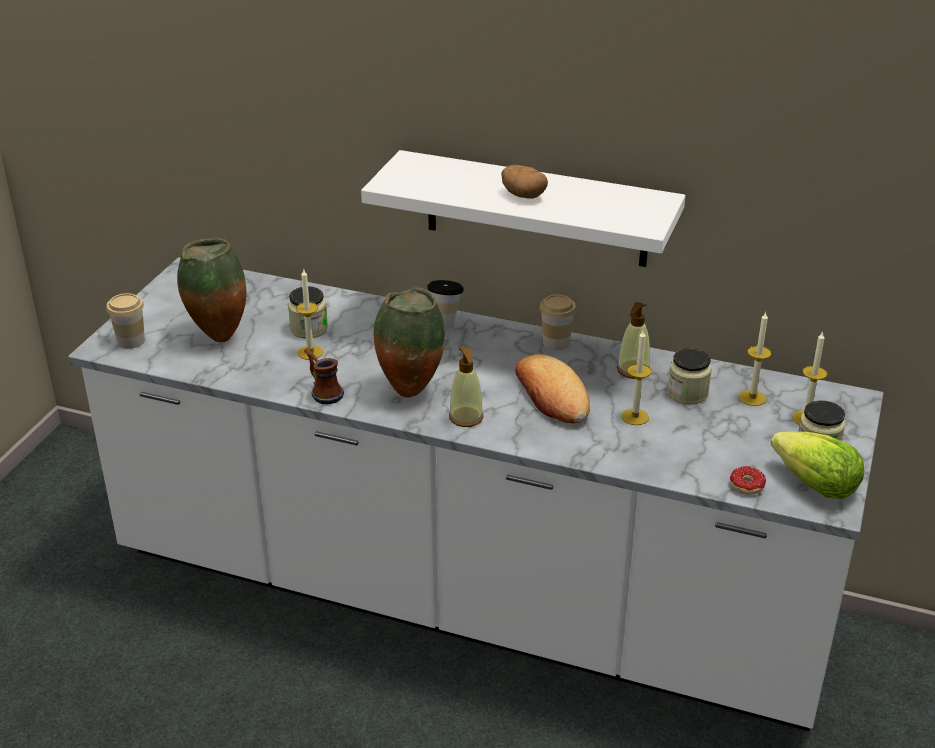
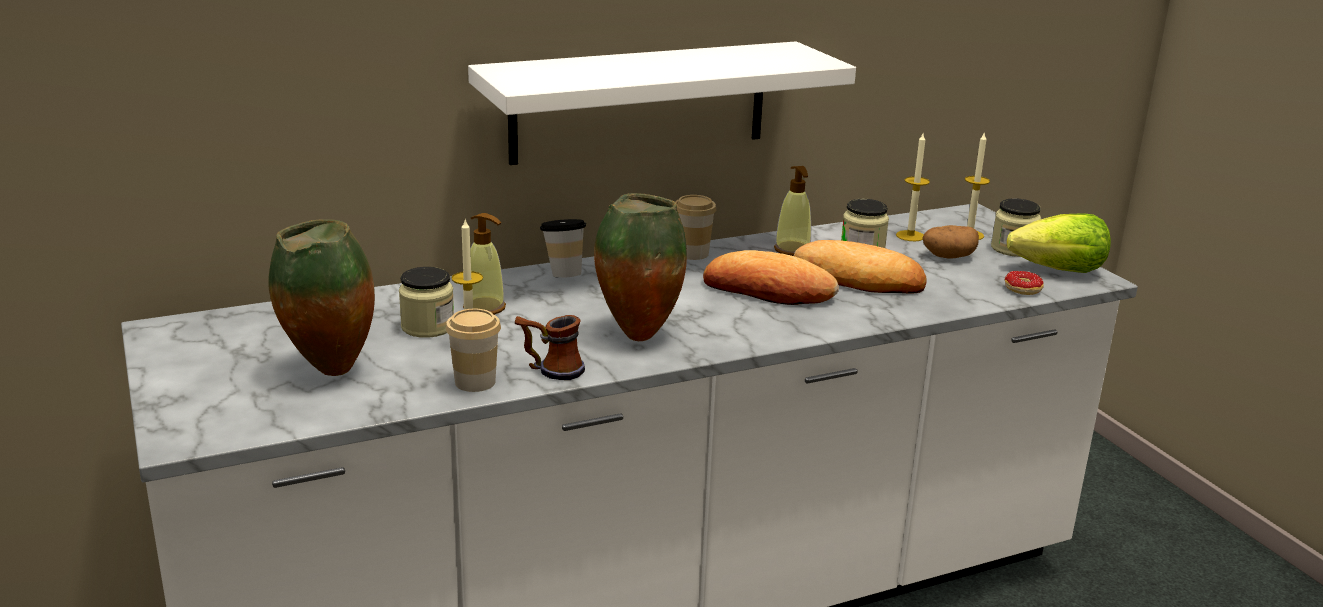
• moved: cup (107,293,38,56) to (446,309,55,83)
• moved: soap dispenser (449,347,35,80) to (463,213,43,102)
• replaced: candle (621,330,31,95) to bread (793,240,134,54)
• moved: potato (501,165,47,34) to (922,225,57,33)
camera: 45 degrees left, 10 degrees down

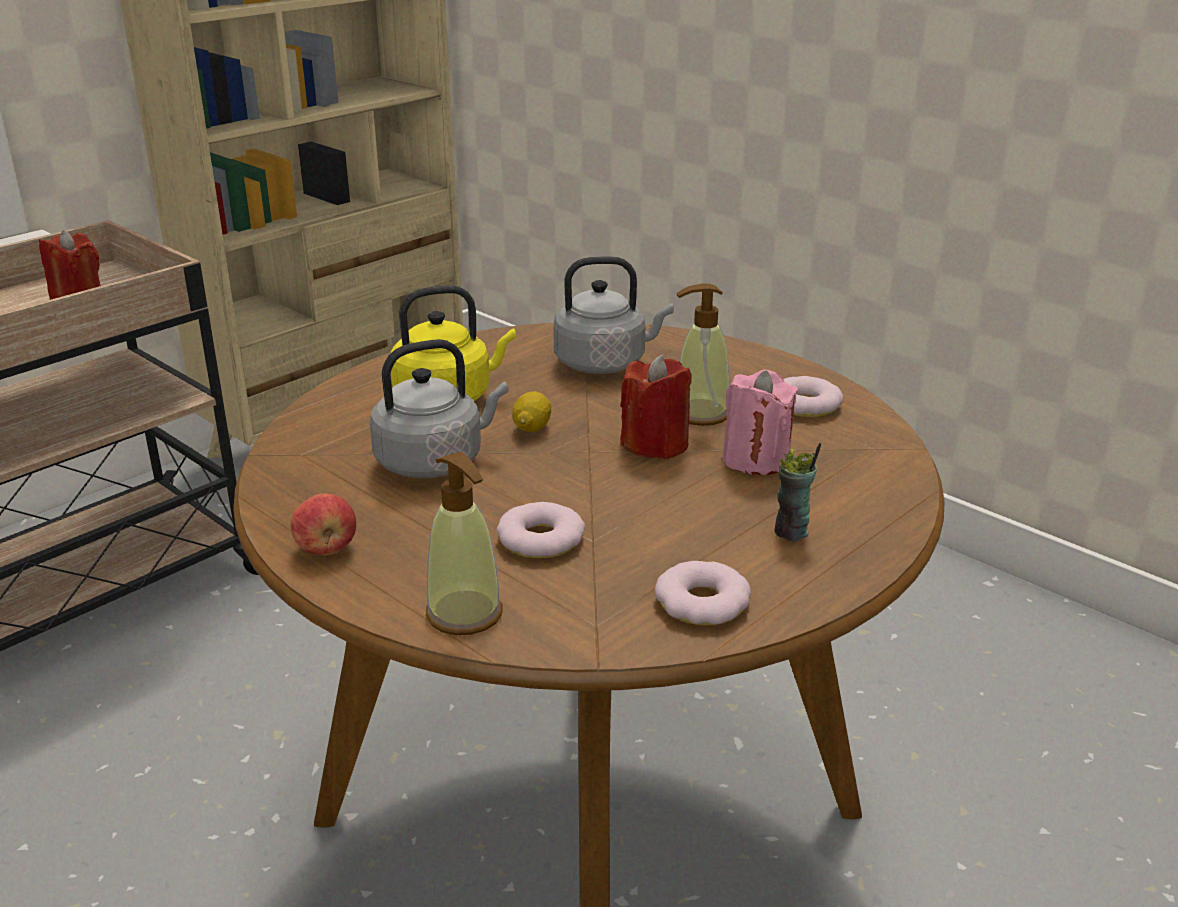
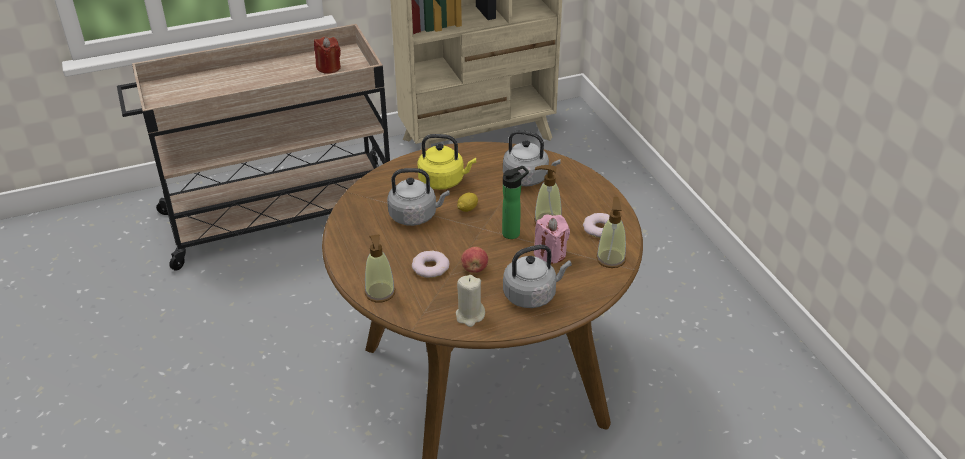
• replaced: donut (655,561,96,64) to candle in beige (456,275,29,52)
• moved: apple (290,494,66,61) to (461,247,27,26)
• replaced: candle in red (620,355,71,104) to bottle (502,166,27,73)
• replaced: cup (775,442,46,99) to kettle in grey (503,245,69,63)
• added: soap dispenser (596,197,30,71)
camera: 25 degrees right, 10 degrees up

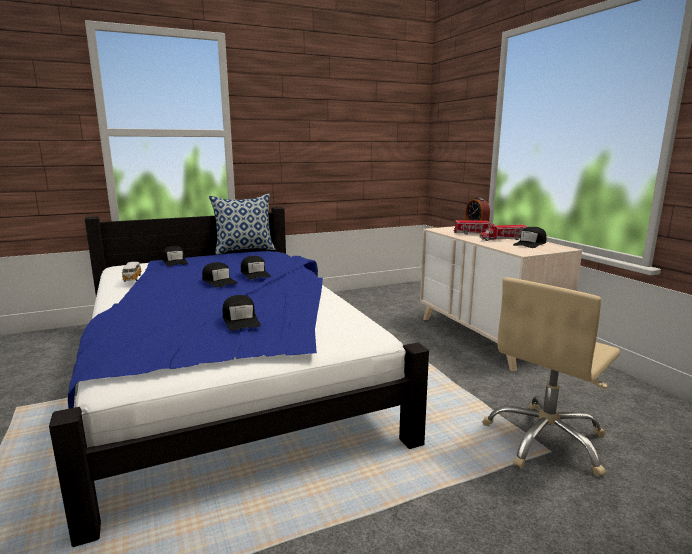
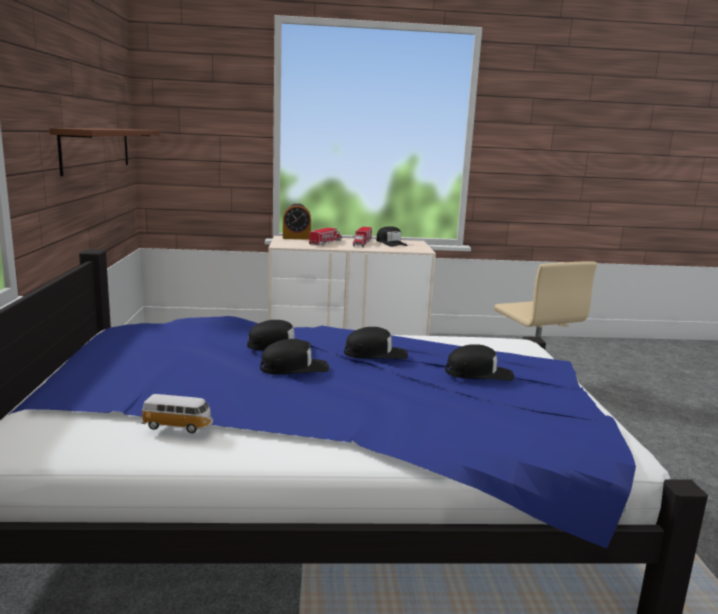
• added: shelf in brown (49,128,111,48)
• moved: cap in black (162,246,26,20) to (344,327,64,32)
• removed: pillow (209,193,67,62)
camera: 70 degrees left, 0 degrees up

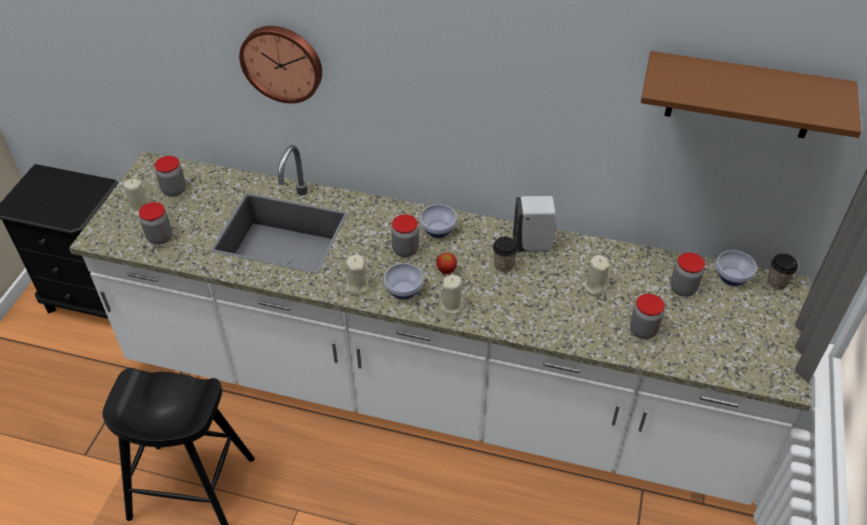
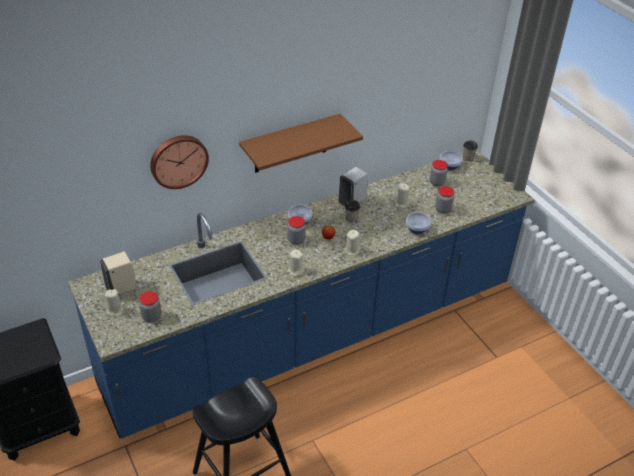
• recoloured: counter in white (69,145,742,360) to counter in blue (68,150,467,289)
• replaced: jar (155,156,31,41) to soap dispenser in beige (100,251,36,44)
• moved: shelf in brown (641,51,220,87) to (239,114,124,59)
• moved: bowl (384,263,40,37) to (406,212,25,22)
camera: 45 degrees left, 5 degrees down

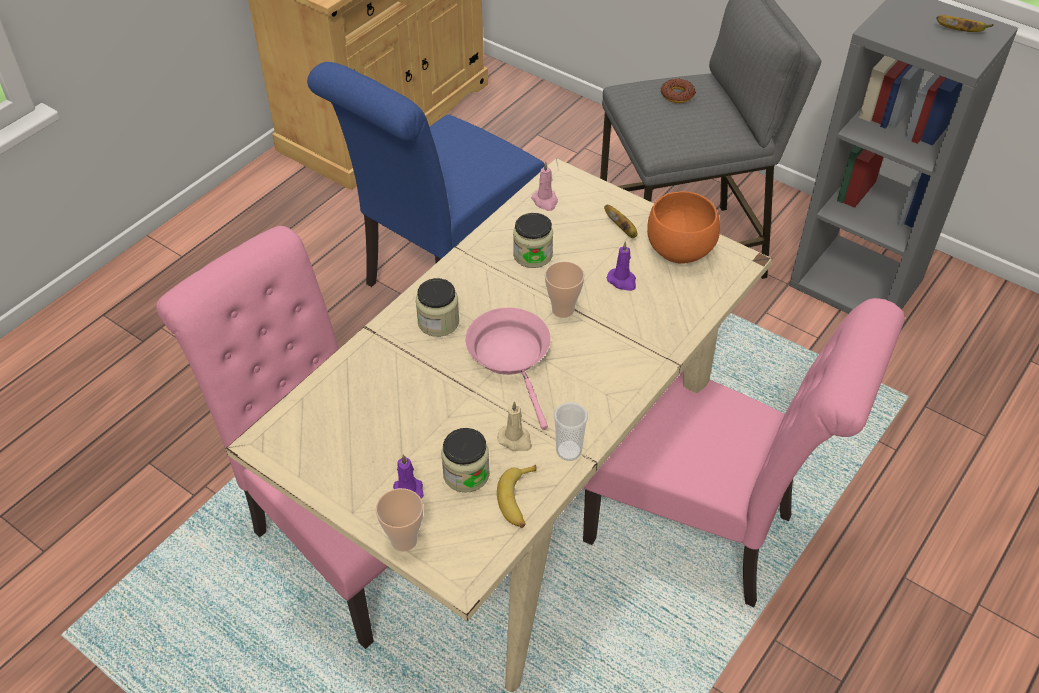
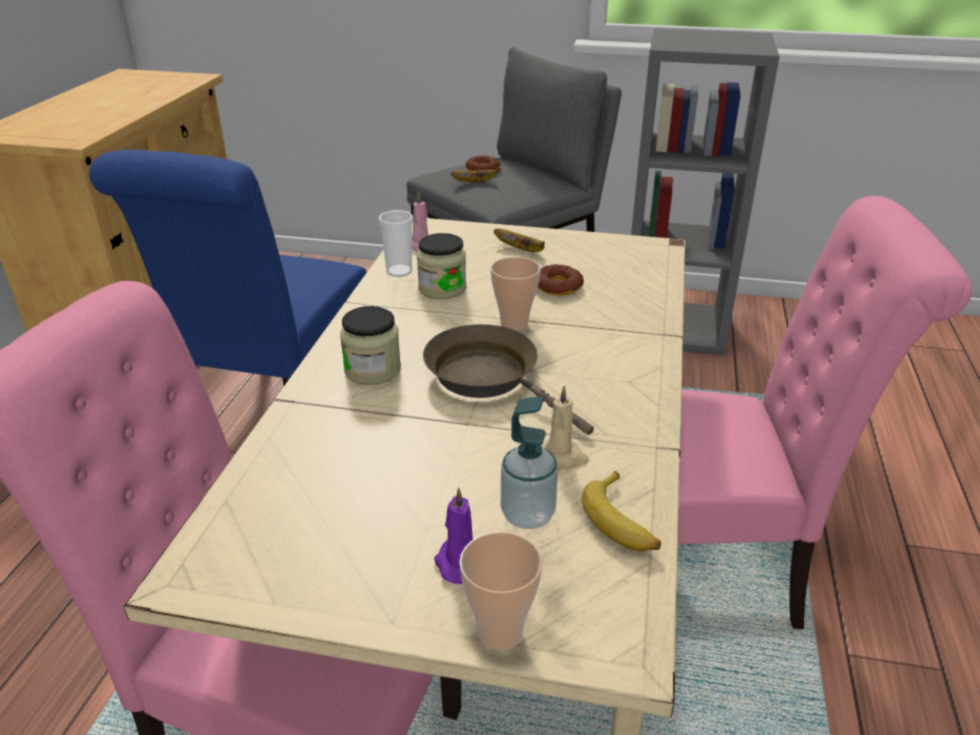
• moved: cup (554,402,34,59) to (379,210,34,67)
• recoloured: frying pan in pink (465,308,86,122) to frying pan in brown (423,324,171,111)
• moved: banana (936,15,58,17) to (451,168,50,14)
• replaced: jar (441,428,49,65) to soap dispenser (501,396,57,133)
• replaced: candle in purple (607,241,29,50) to donut (537,264,47,32)
• removed: bowl in orange (647,191,73,73)
camera: 25 degrees left, 15 degrees down

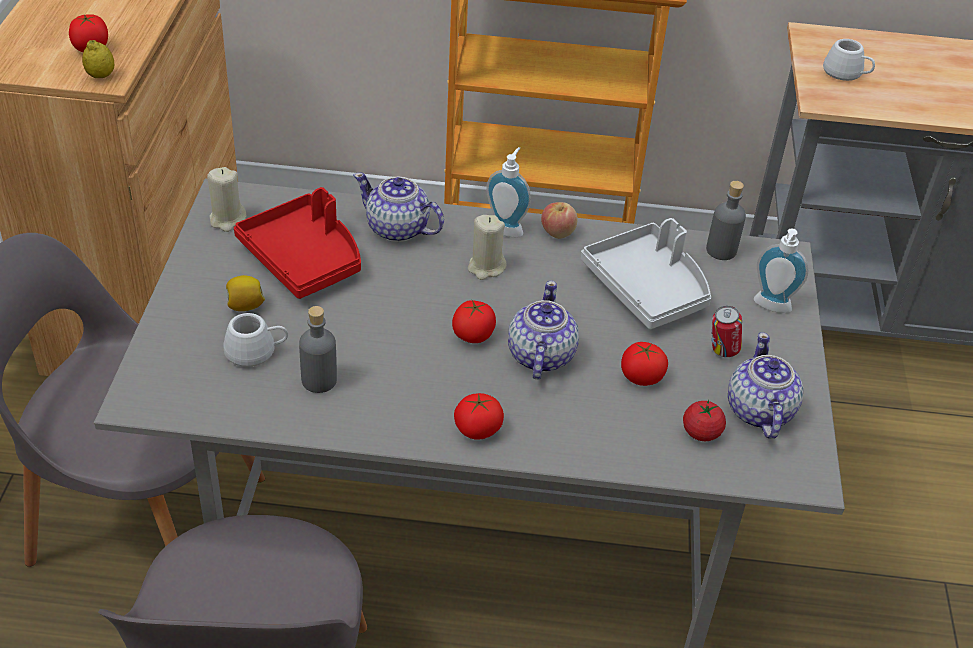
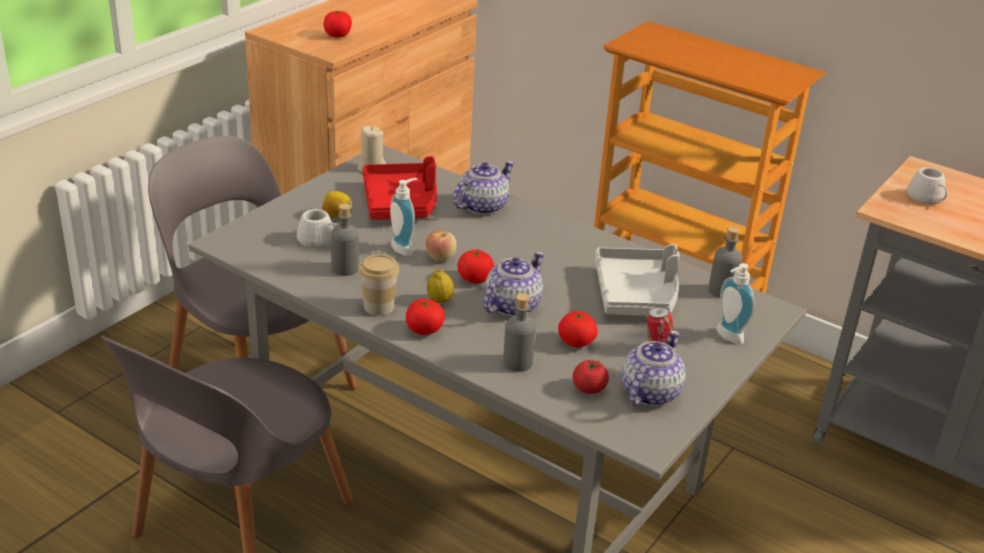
• added: cup (359,254,40,62)
• moved: soap dispenser (486,147,45,91) to (390,178,27,78)
• moved: apple (541,202,37,37) to (426,231,31,30)
• moved: lemon (82,40,32,38) to (427,269,27,34)
• turned: teapot (353,173,91,69) = (453,161,62,54) 75 degrees clockwise
• added: bottle in grey (503,293,33,79)
• removed: candle in beige (468,215,39,65)
camera: 30 degrees right, 10 degrees down

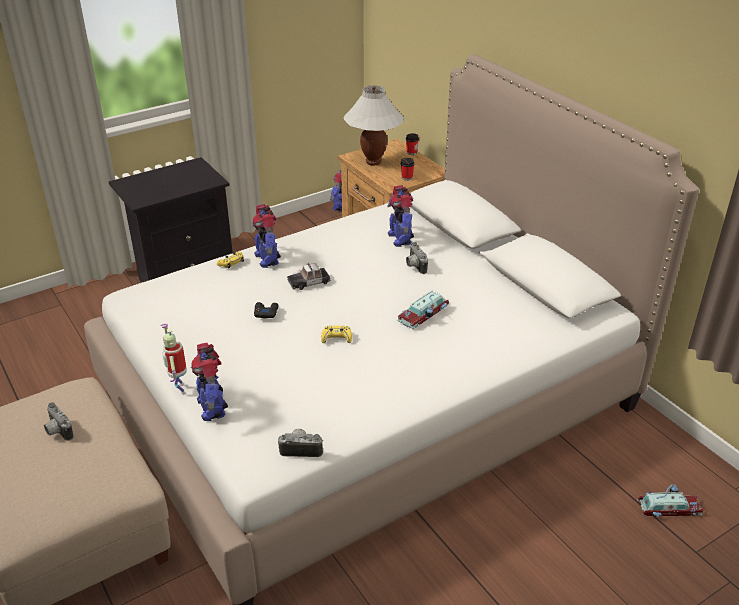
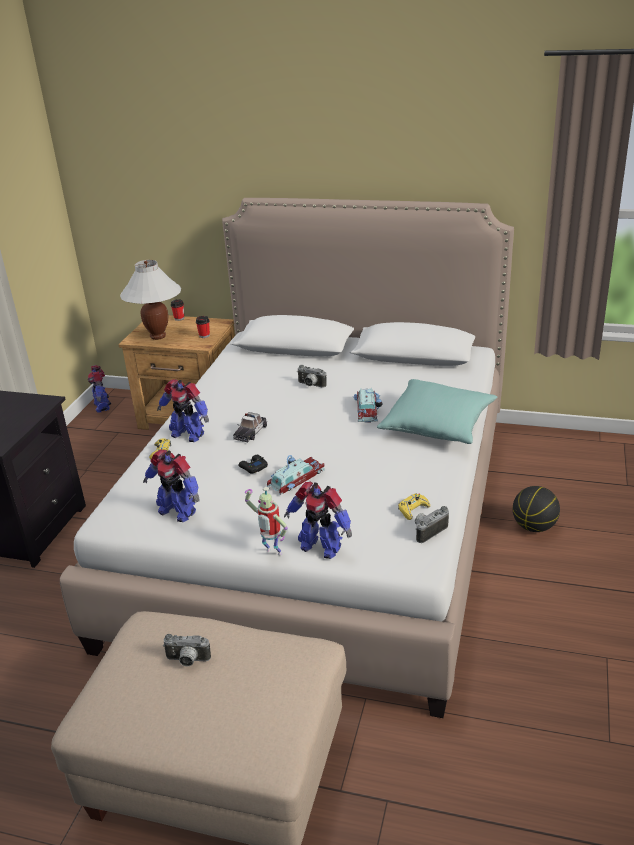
• moved: toy robot (388,185,26,62) to (143,449,56,73)
• moved: toy car (638,484,66,33) to (267,455,58,40)
• added: pillow in turquoise (377,379,120,65)
• moved: game controller in yellow (321,326,31,17) to (398,493,32,27)
• added: basketball (513,486,47,46)
camera: 40 degrees left, 5 degrees down

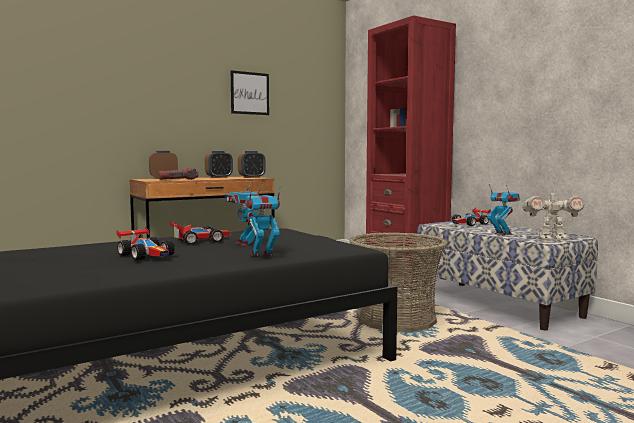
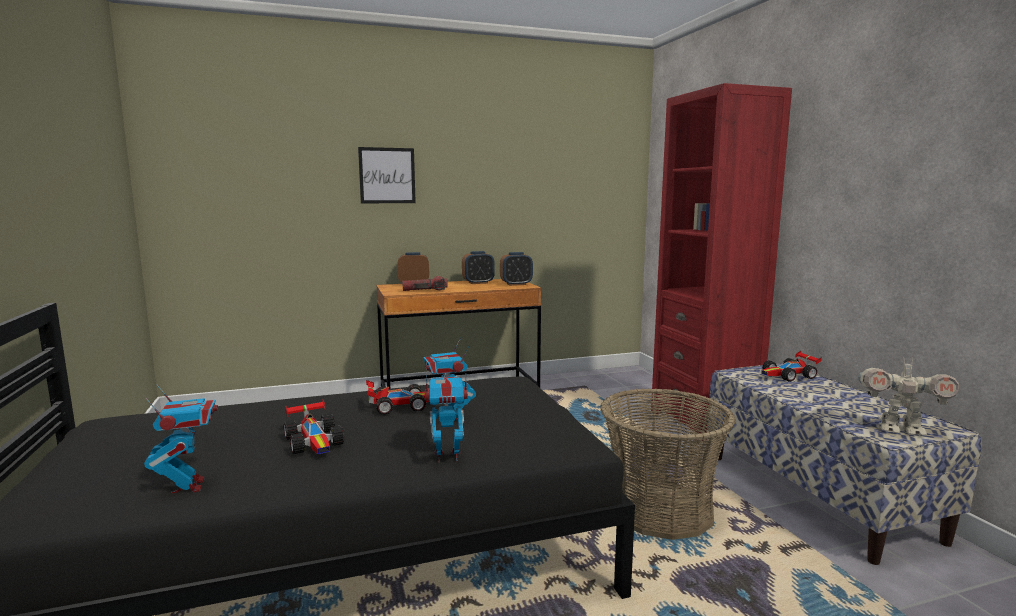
• moved: toy robot (487,184,33,51) to (144,384,74,110)
• moved: picture (231,70,38,45) to (358,147,58,56)
camera: 15 degrees right, 5 degrees up

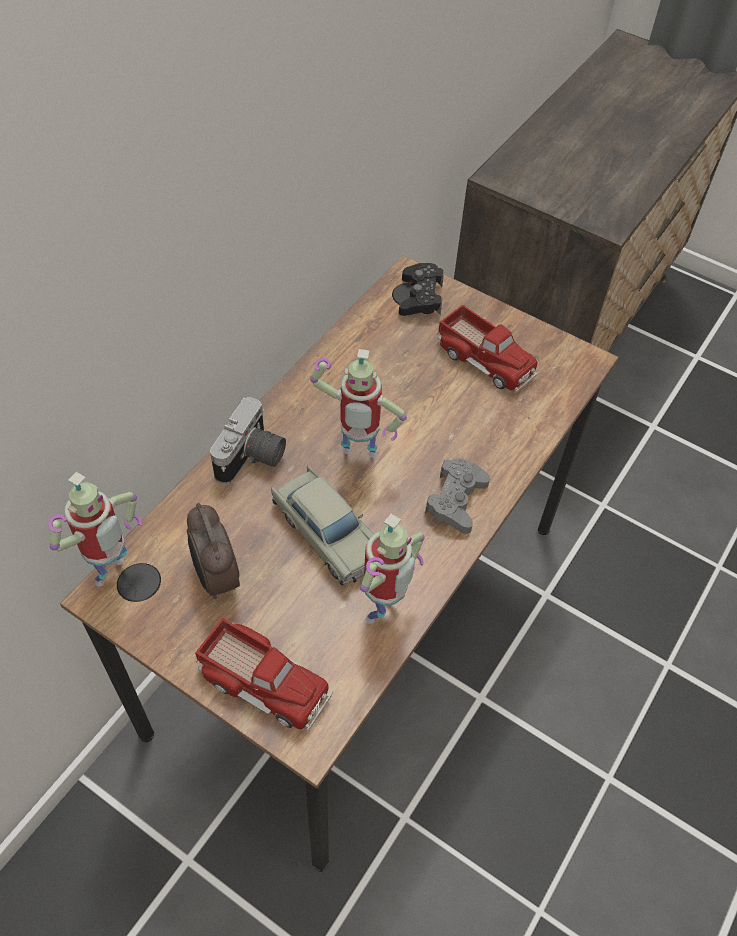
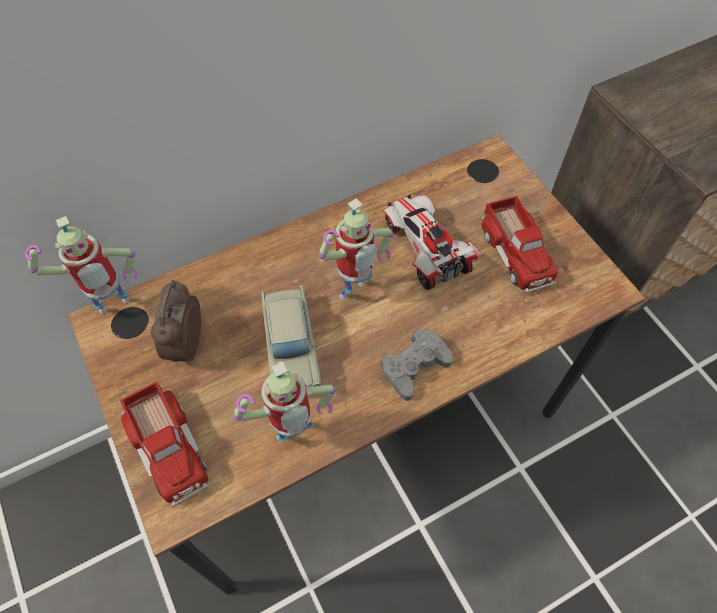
• turned: toy robot (310,349,97,109) = (319,199,74,100) 75 degrees counterclockwise
• added: toy car (383,194,98,96)
• removed: photo camera (210,397,76,88)
• removed: game controller in black (399,263,45,53)
camera: 30 degrees right, 5 degrees up

